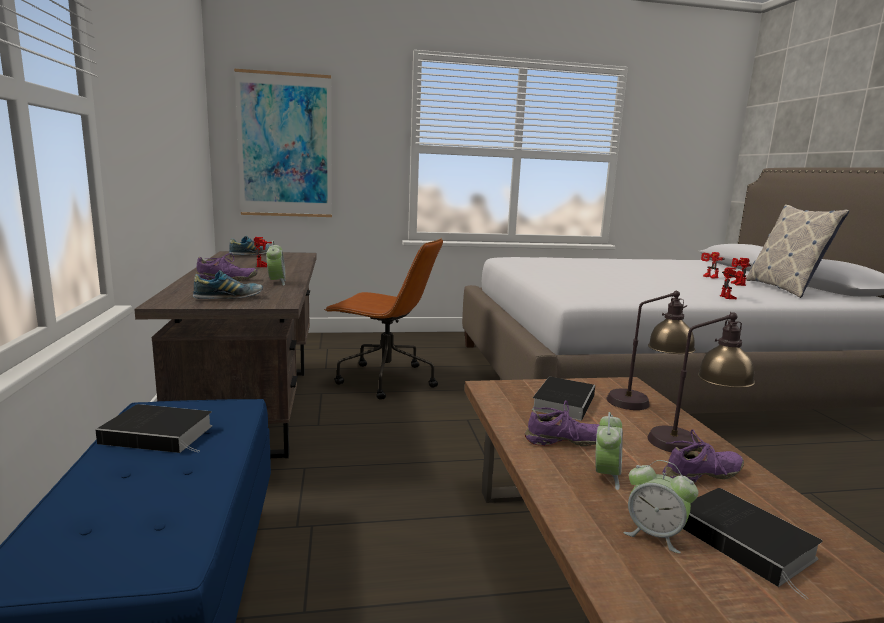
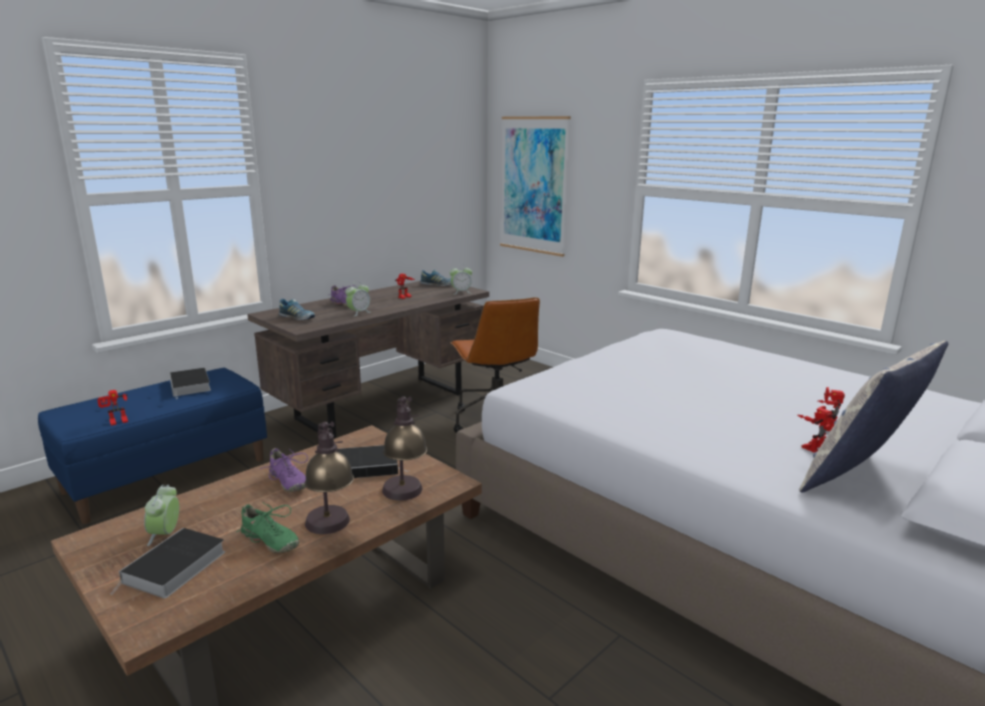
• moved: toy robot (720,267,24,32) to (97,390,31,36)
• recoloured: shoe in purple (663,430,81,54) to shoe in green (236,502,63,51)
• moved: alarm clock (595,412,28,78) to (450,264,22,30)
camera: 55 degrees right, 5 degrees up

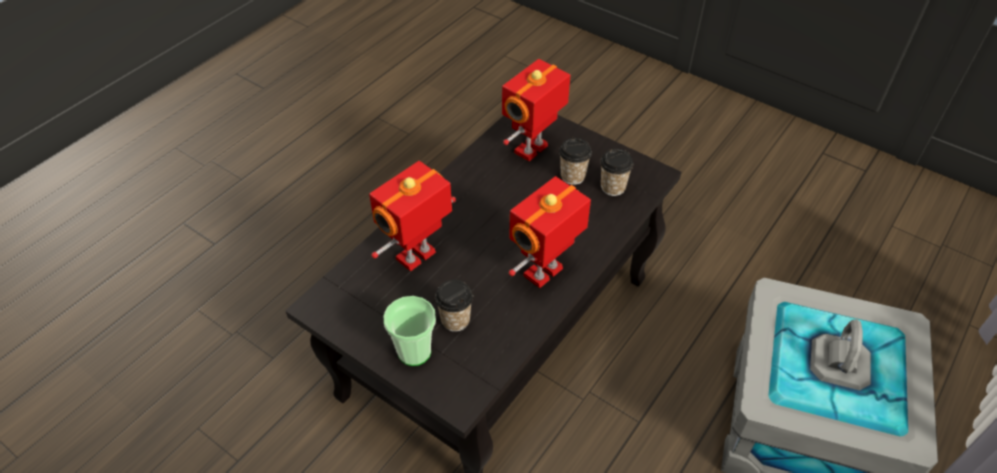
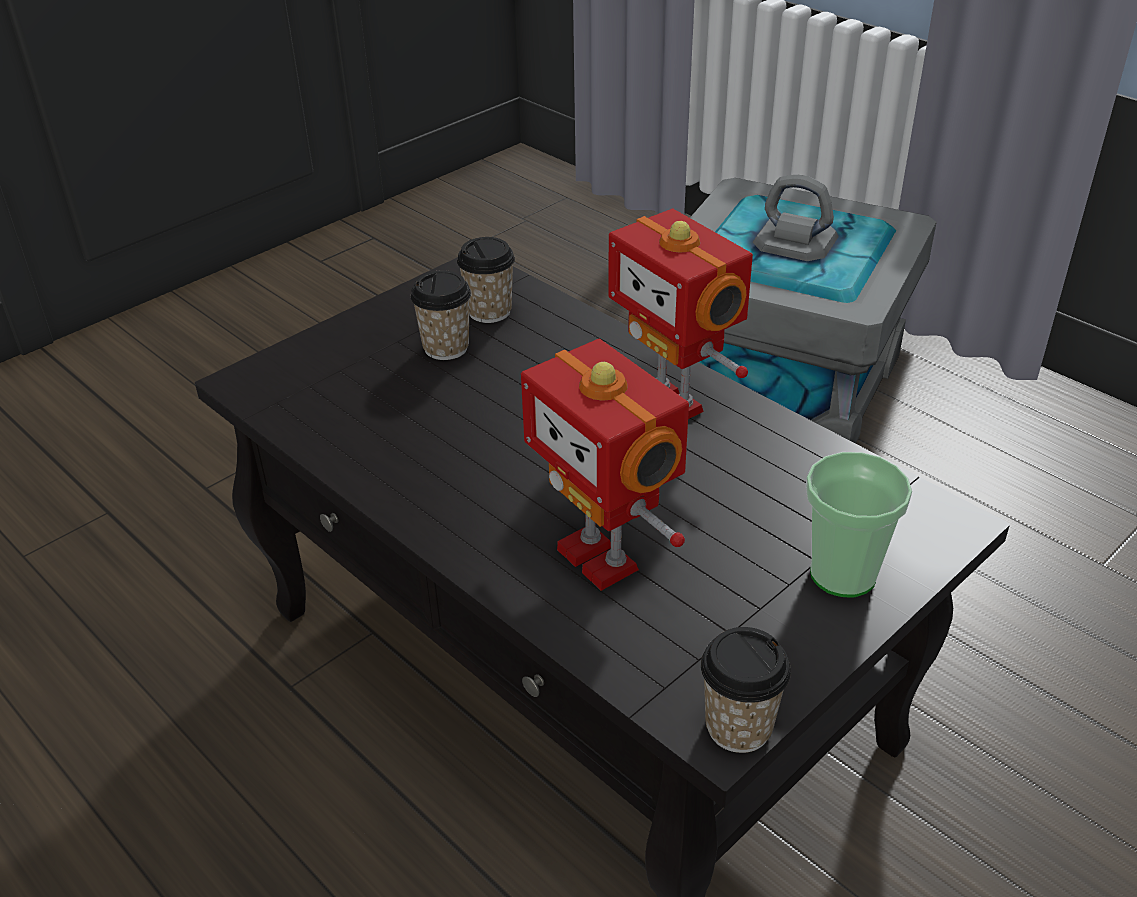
• moved: cup (435,279,38,53) to (701,627,90,126)
• removed: toy robot (502,59,68,102)
camera: 80 degrees left, 10 degrees down

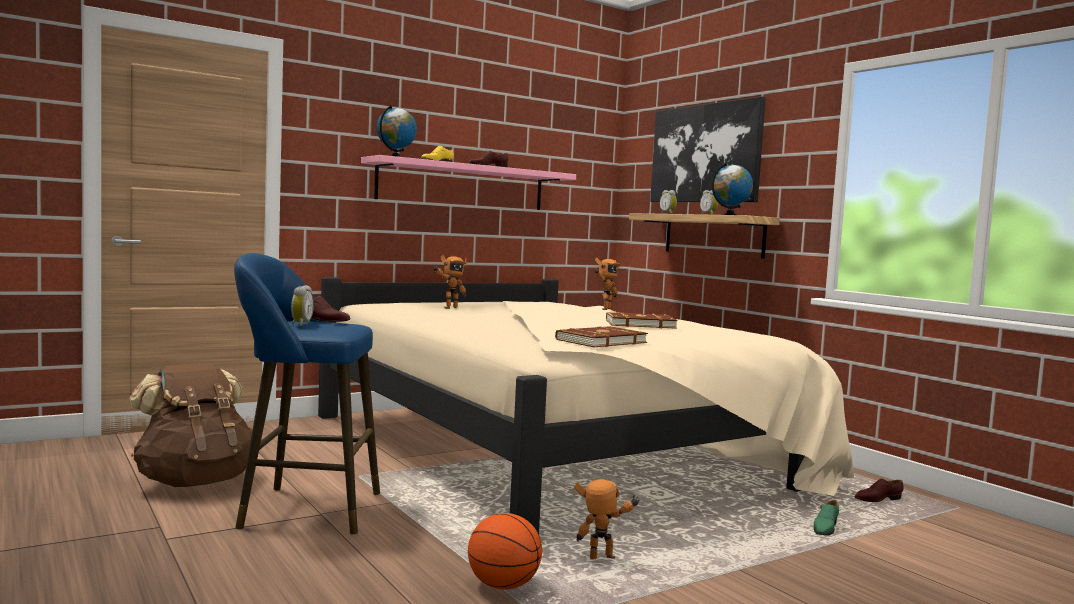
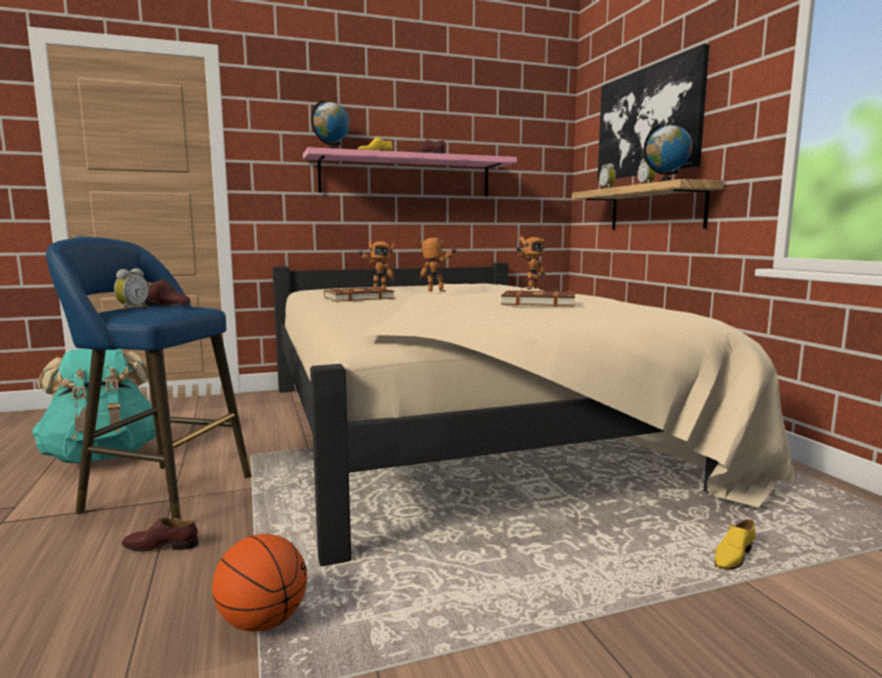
• recoloured: backpack in brown (129,363,124,124) to backpack in turquoise (32,349,124,114)
• moved: shoe in brown (855,478,48,24) to (121,518,77,34)
• moved: book in brown (555,326,93,21) to (324,287,70,15)
• moved: toy robot (574,479,66,80) to (414,237,42,55)
• recoloured: shoe in green (813,500,26,36) to shoe in yellow (715,519,41,51)
camera: 15 degrees right, 5 degrees up

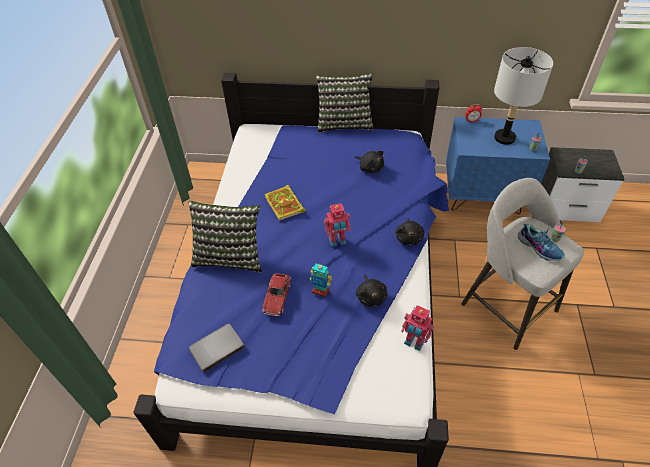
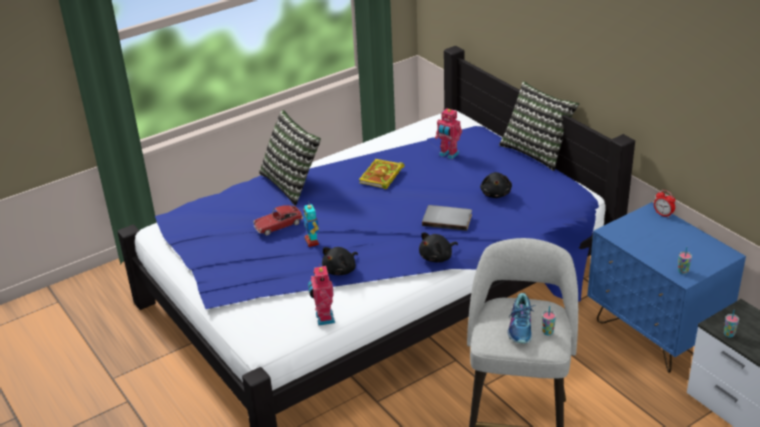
• moved: book in grey (189,324,56,49) to (422,205,50,26)
• moved: toy robot (324,203,26,44) to (435,108,27,51)
• removed: table lamp in grey (494,47,59,98)
camera: 50 degrees right, 15 degrees down

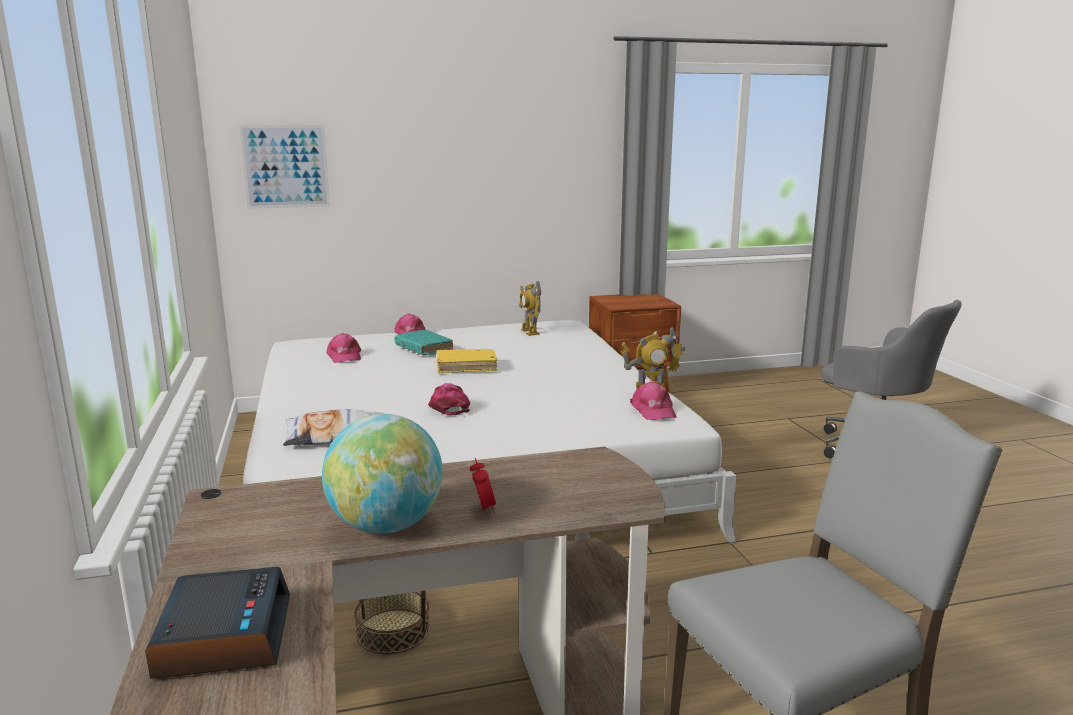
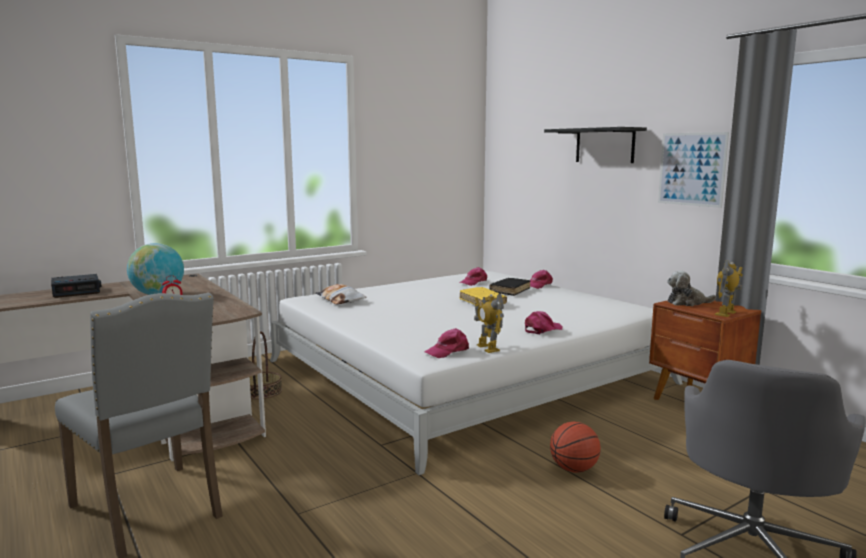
• recoloured: book in turquoise (395,330,58,25) to book in black (489,278,41,18)
• moved: cap in pink (428,383,42,33) to (525,311,38,23)
• added: shelf in black (544,127,103,36)
• added: basketball (550,422,51,51)
• moved: picture (239,125,91,84) to (658,132,71,76)
• added: plush toy (667,270,49,36)
• moved: toy robot (519,281,22,55) to (715,260,28,57)
camera: 70 degrees right, 5 degrees down

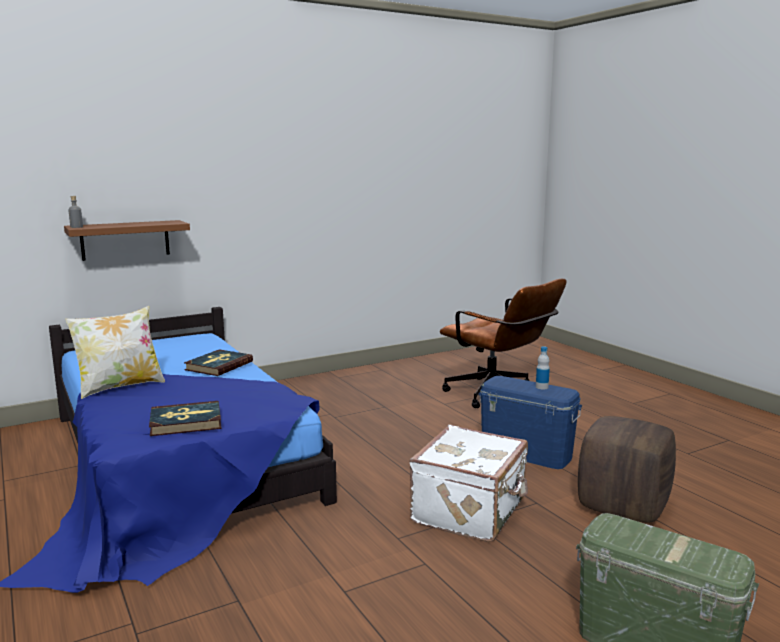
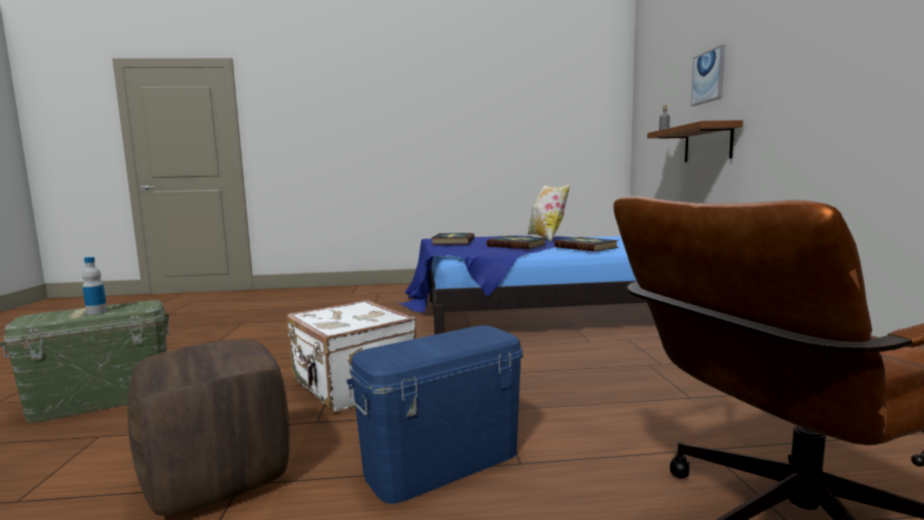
• moved: bottle (536,346,14,44) to (82,257,25,57)
• added: book (486,236,61,13)
• added: picture (691,45,34,61)
camera: 115 degrees right, 5 degrees down

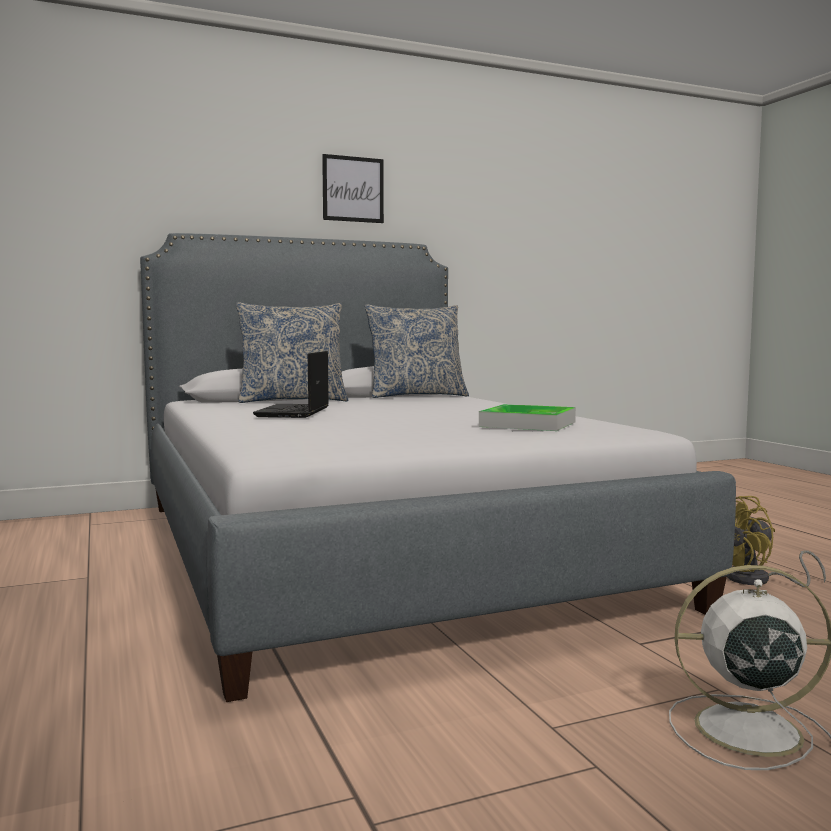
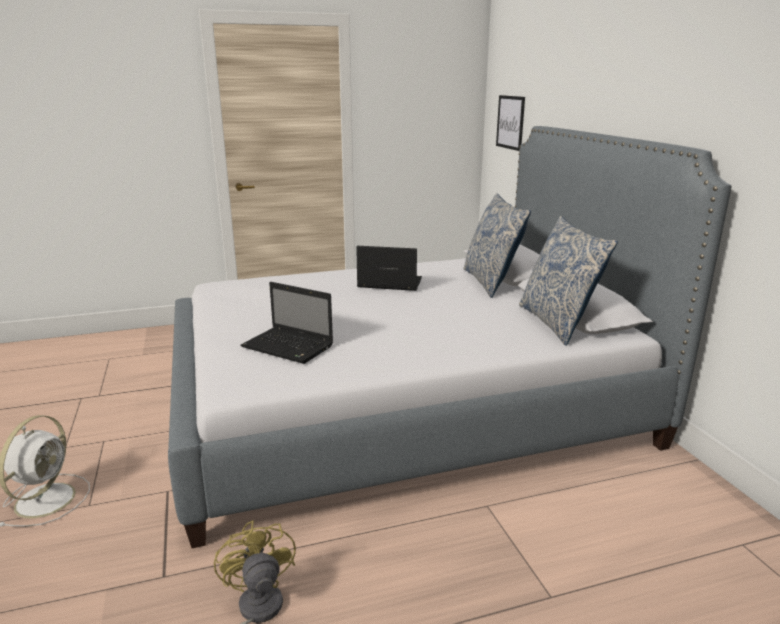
• replaced: tray (479,404,97,27) to laptop (240,282,93,82)
• moved: picture (322,154,62,69) to (496,95,29,56)
camera: 95 degrees right, 15 degrees up

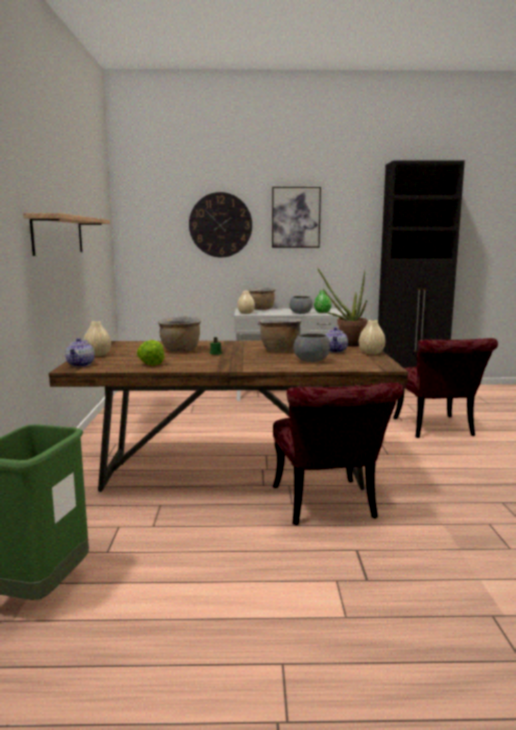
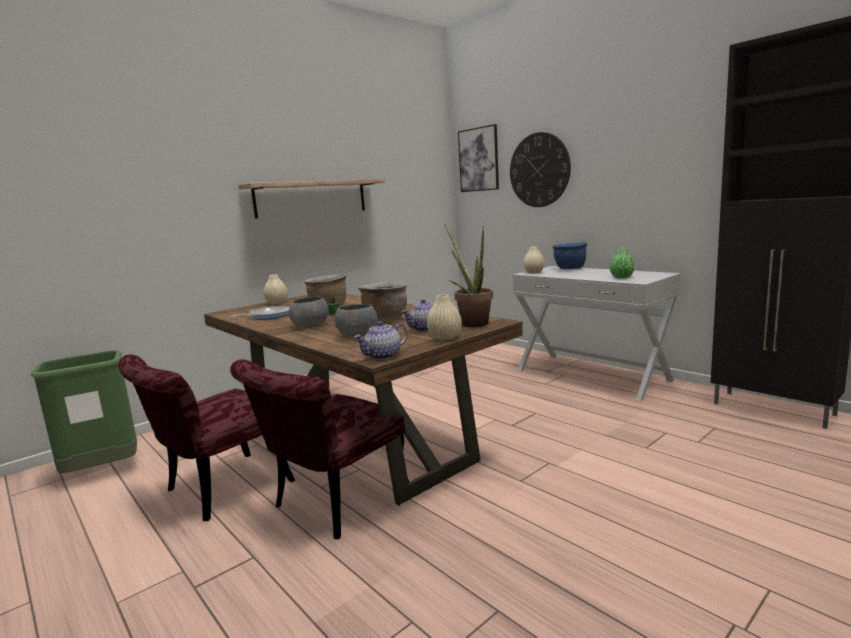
• moved: chair in red (393,338,105,100) to (119,354,176,167)
• replaced: lettuce (137,340,28,25) to frying pan (230,306,60,14)
• moved: bowl in grey (290,296,23,18) to (289,297,40,31)
• moved: teapot (65,338,30,29) to (354,321,53,39)
• moved: picture (272,187,49,61) to (458,124,41,68)
• recoloured: cooking pot in brown (248,288,27,22) to cooking pot in blue (552,242,35,27)
camera: 50 degrees right, 0 degrees up

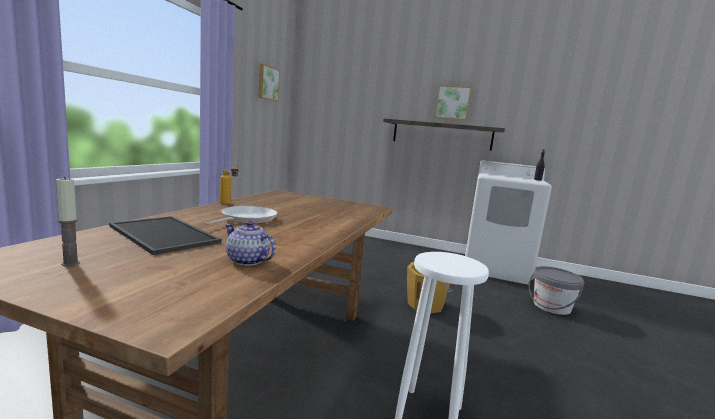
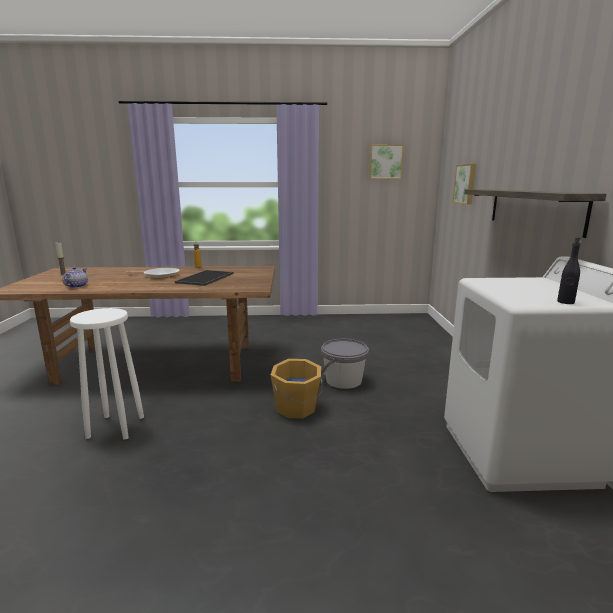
• moved: tray (109,216,112,39) to (175,270,59,16)
• moved: bucket in grey (528,266,56,49) to (321,339,48,50)
• moved: picture (435,85,37,35) to (453,164,23,41)
camera: 70 degrees right, 5 degrees up

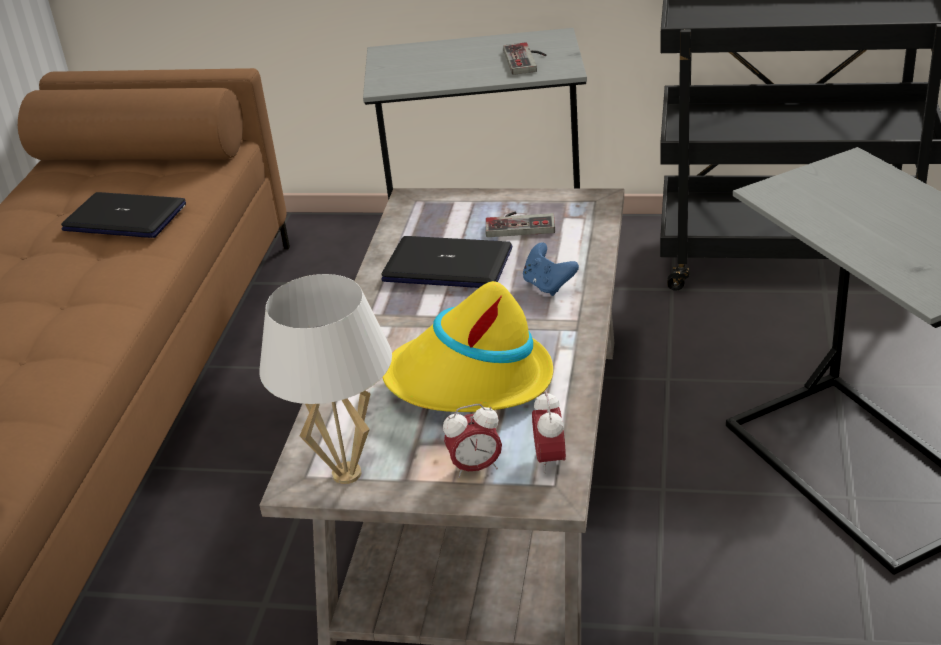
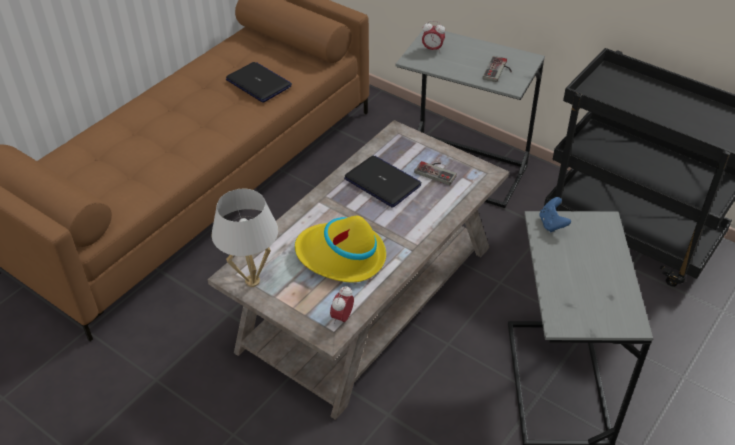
• moved: alarm clock (443,404,59,74) to (422,21,23,31)
• moved: game controller in blue (523,243,56,53) to (539,197,32,36)
camera: 25 degrees right, 10 degrees up

